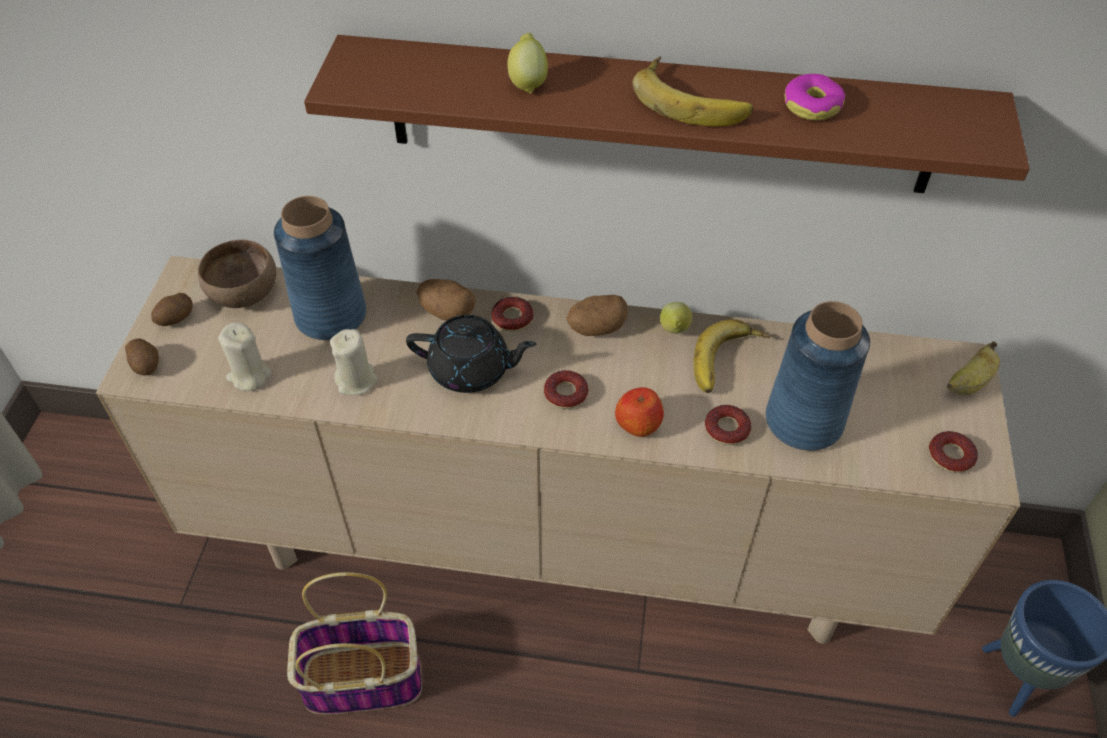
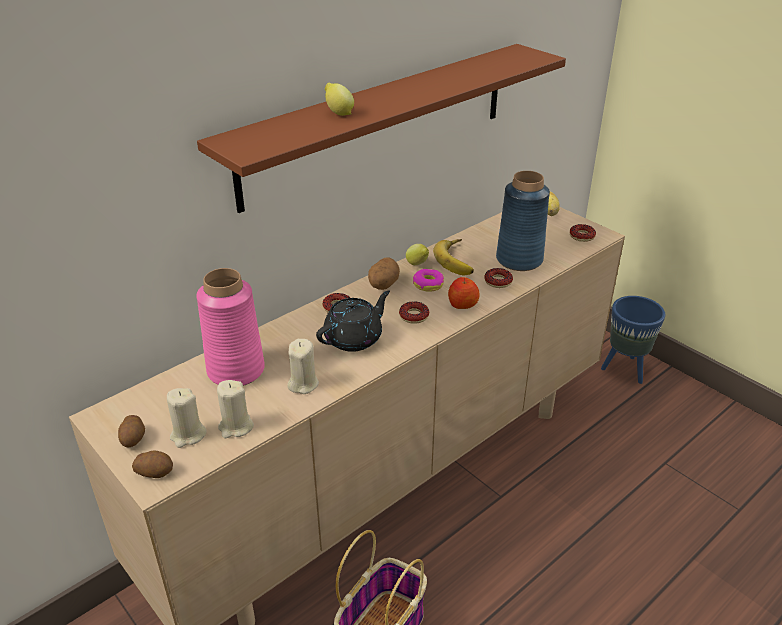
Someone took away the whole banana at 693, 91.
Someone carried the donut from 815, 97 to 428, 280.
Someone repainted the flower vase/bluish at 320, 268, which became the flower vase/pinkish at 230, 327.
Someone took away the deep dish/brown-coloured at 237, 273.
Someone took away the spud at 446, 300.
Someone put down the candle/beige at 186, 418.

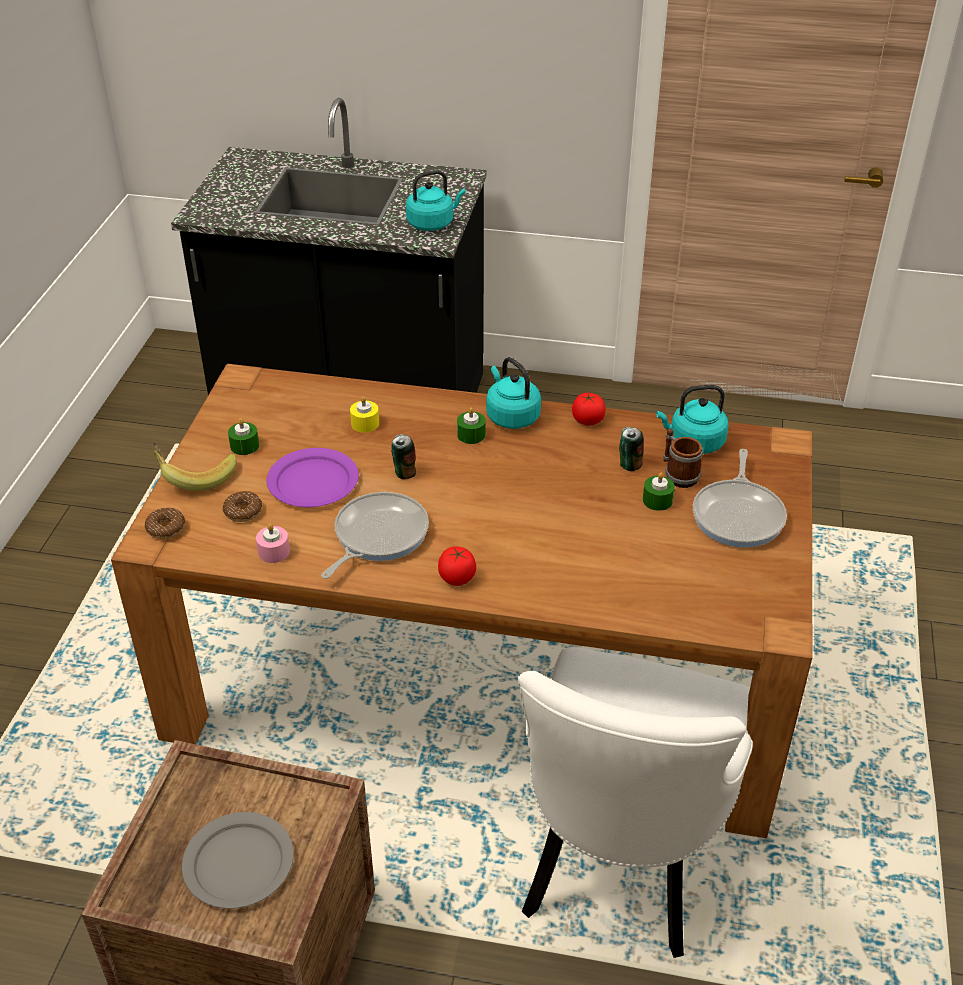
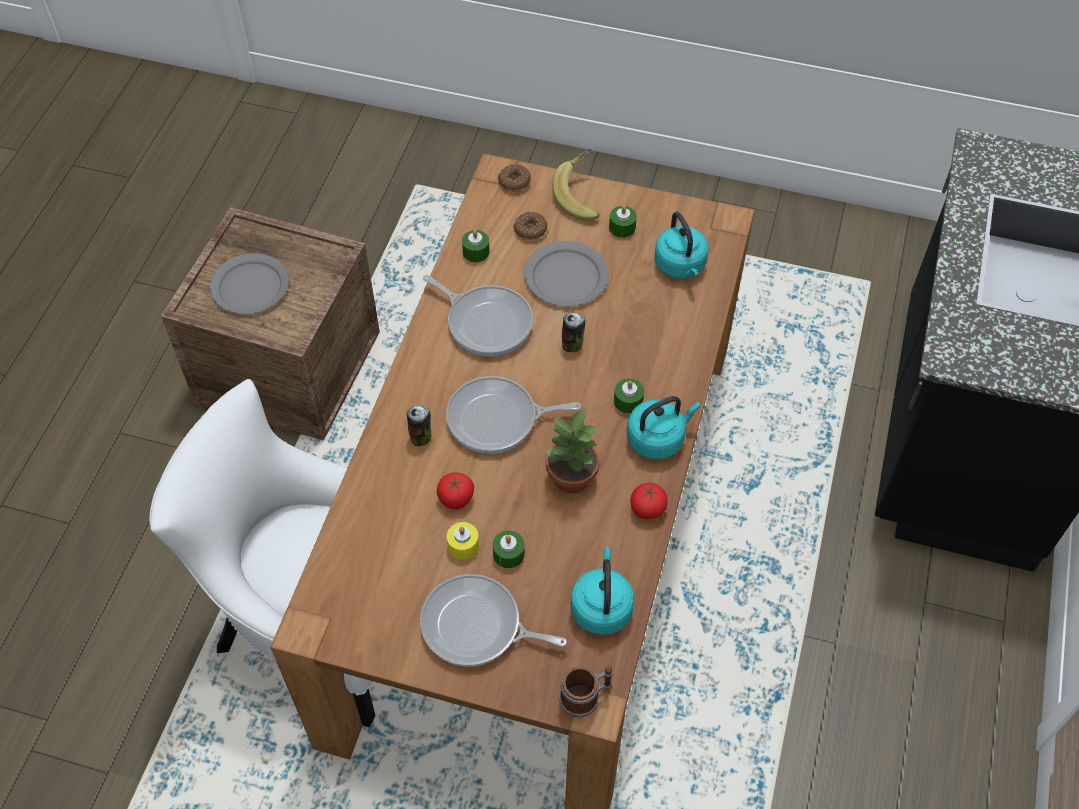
Someone carried the kettle/blue-green from 436, 200 to 681, 245.
Someone carried the candle/yellow from 364, 414 to 463, 541.
Someone carried the metal can from 631, 449 to 419, 426.
Someone carried the tea mug from 683, 458 to 586, 691.
Someone repainted the plate/purplish at 313, 477, which became the plate/greyish at 566, 273.
Someone repainted the candle/pinkish at 273, 543, which became the candle/greenish at 476, 246.
Someone carried the fresh tomato from 457, 566 to 455, 490.
Someone put down the skillet at 513, 415.
Someone put down the houseplant at 572, 451.

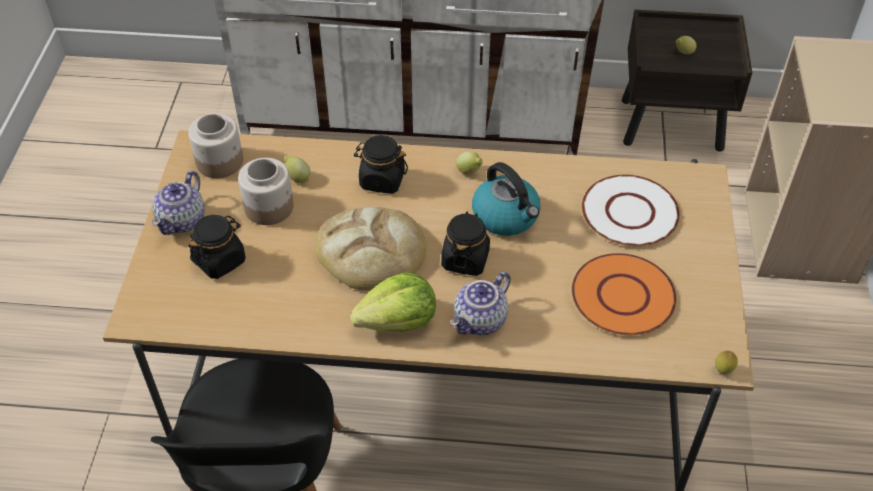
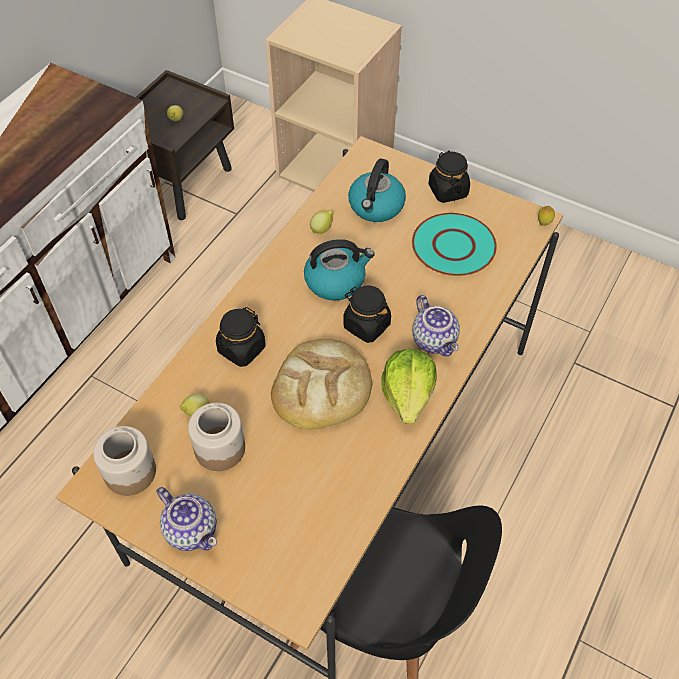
Someone carried the citrus fruit from 469, 162 to 322, 222.
Someone swapped the plate/white-coloured at 631, 210 for the kettle at 377, 190.
Someone carried the jar/black-coloured from 217, 247 to 449, 176.
Someone repainted the plate/orangey at 624, 294, which became the plate/blue-green at 454, 244.

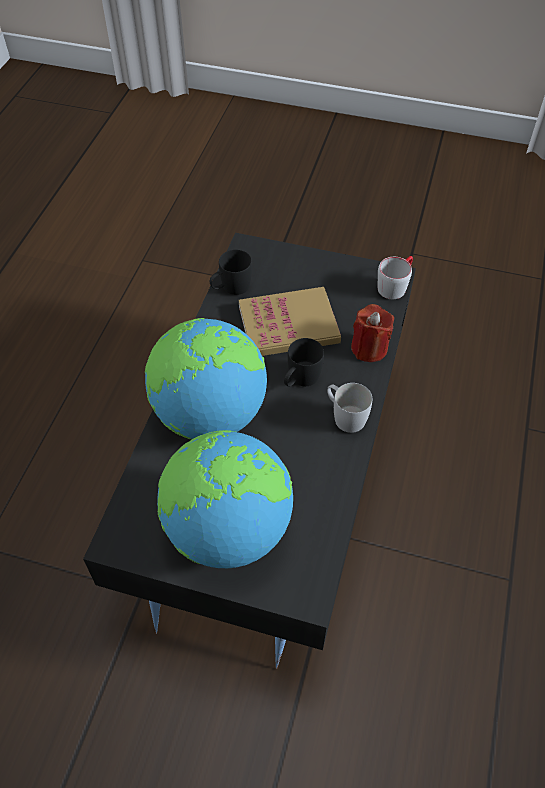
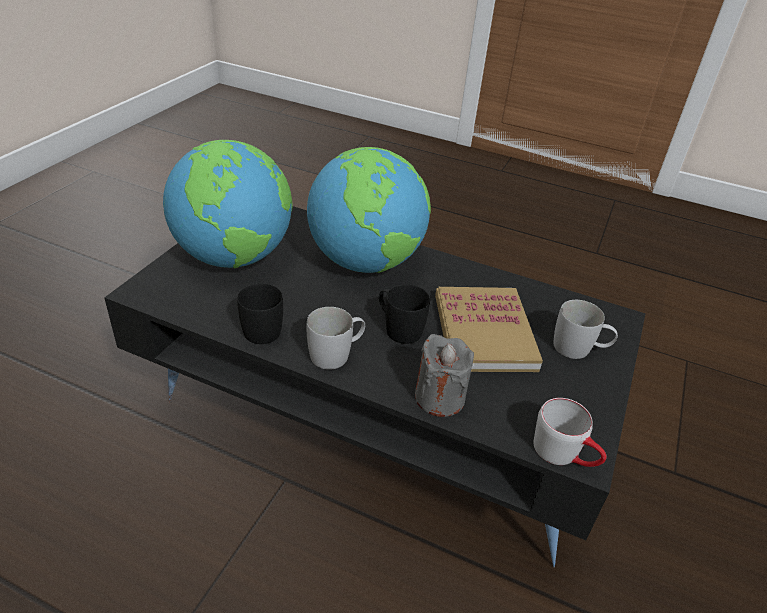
Someone carried the tea mug/black-coloured from 231, 272 to 260, 313.
Someone repainted the candle/reddish at 372, 333, which became the candle/greyish at 444, 375.
Someone put down the tea mug/white-coloured at 586, 329.

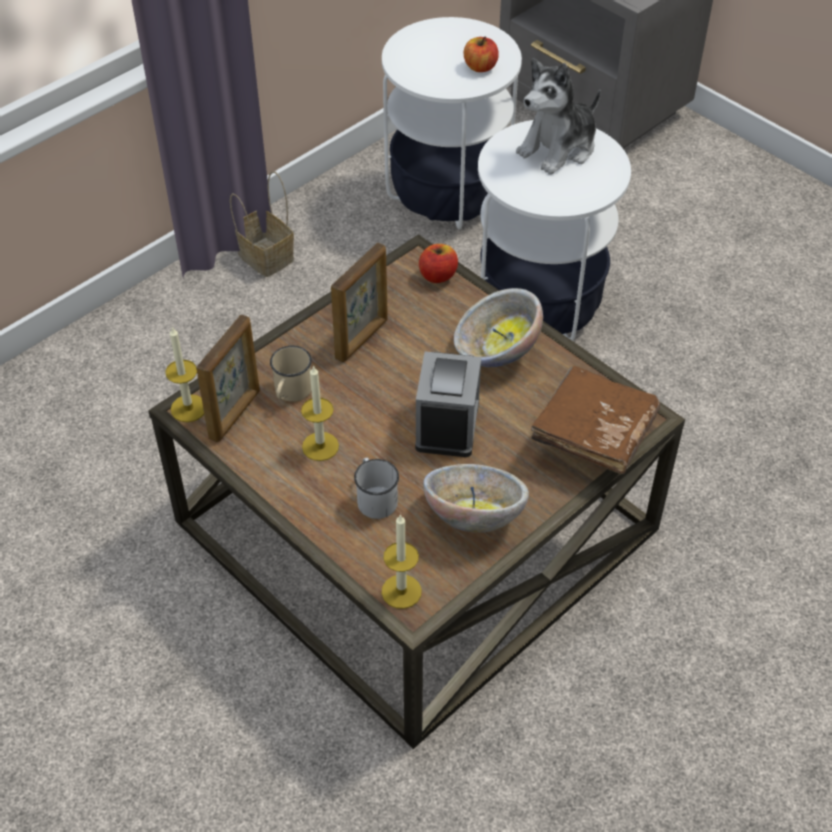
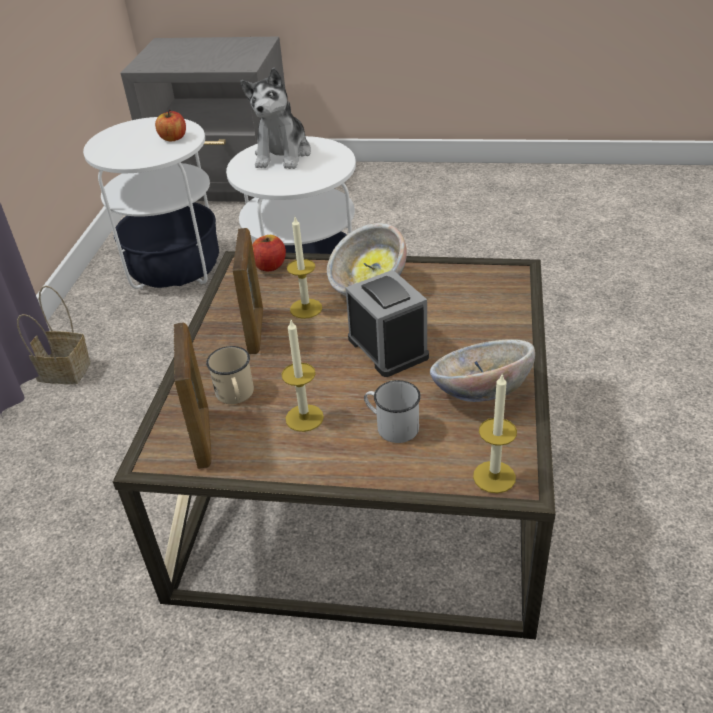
Someone carried the candle from 184, 374 to 304, 268.
Someone took away the bound book/brown-coloured at 595, 420.

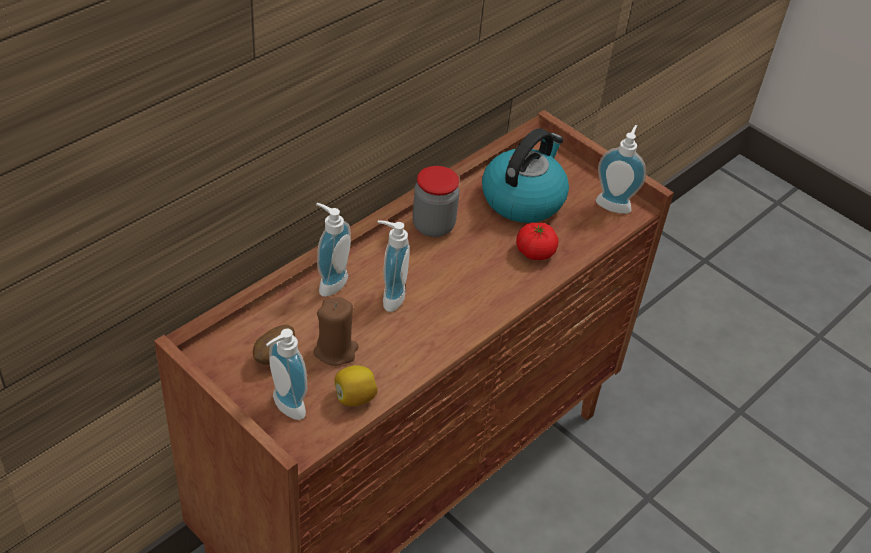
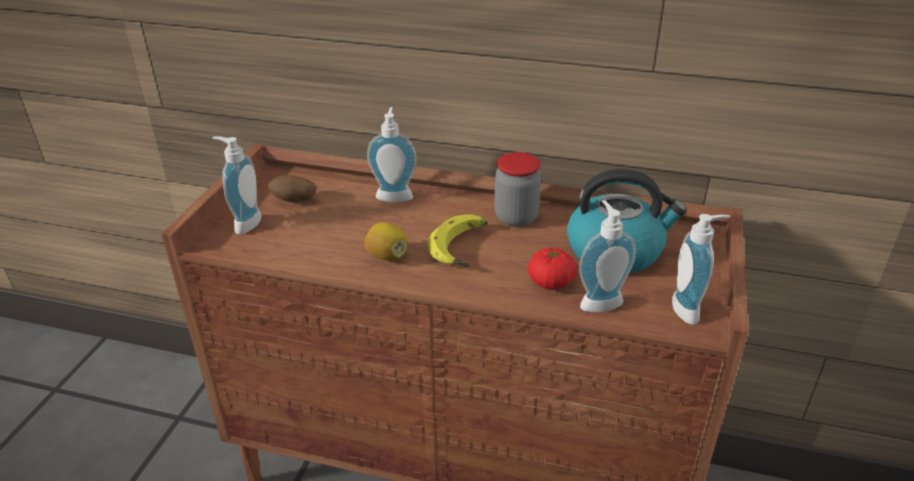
Someone carried the soap dispenser from 393, 266 to 607, 256.
Someone took away the candle/brown-coloured at 335, 331.
Someone carried the citrus fruit from 356, 385 to 386, 241.
Someone put down the whole banana at 457, 241.

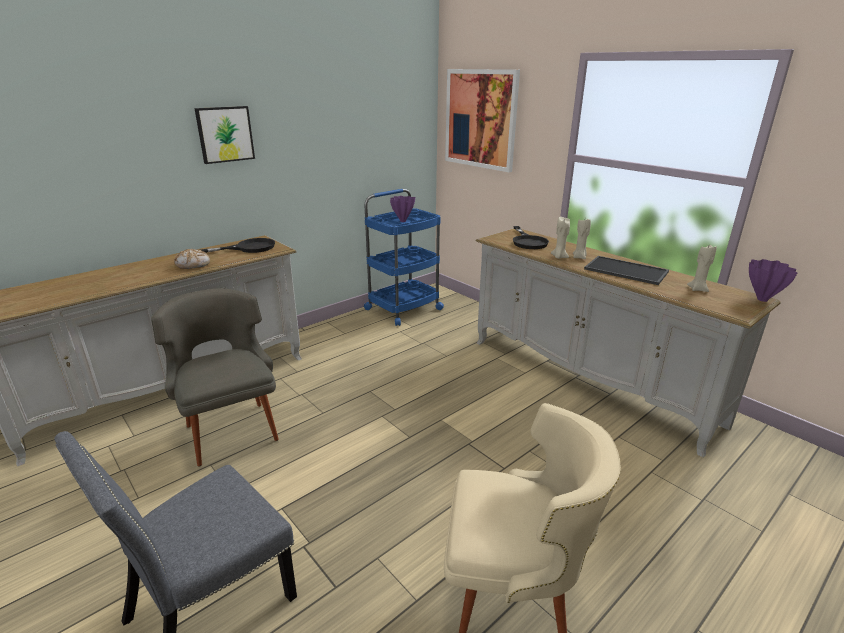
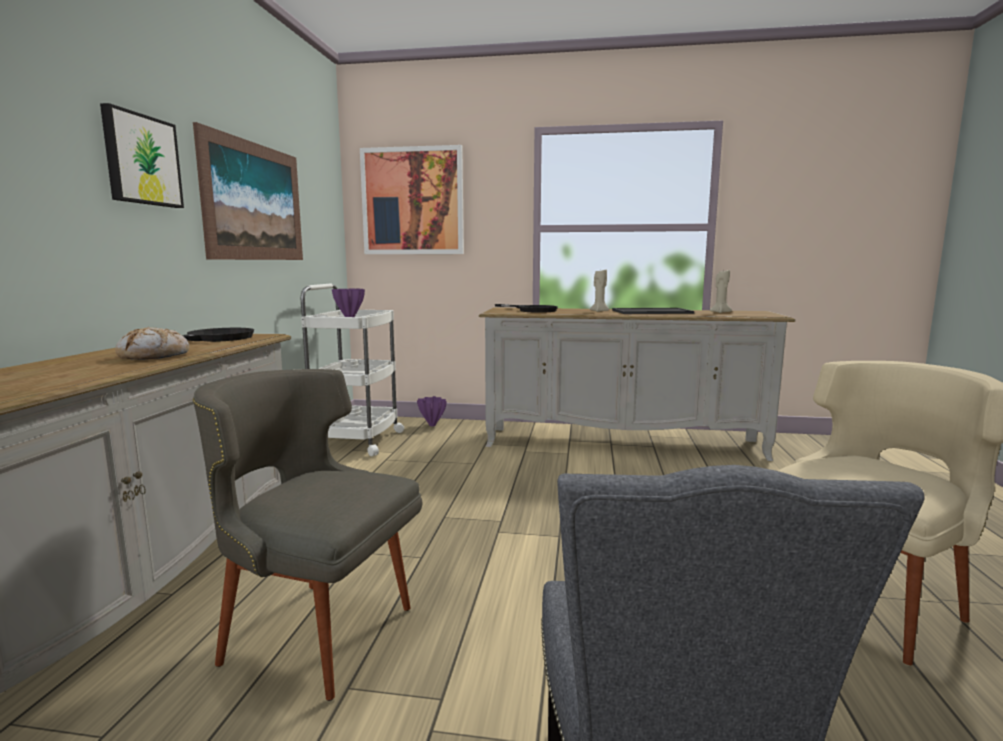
Someone repainted the wheeled cart/bluish at 404, 257, which became the wheeled cart/white-coloured at 352, 369.
Someone took away the candle/beige at 560, 238.
Someone carried the flower vase/purplish from 773, 280 to 432, 411.
Someone put up the wall picture at 248, 191.

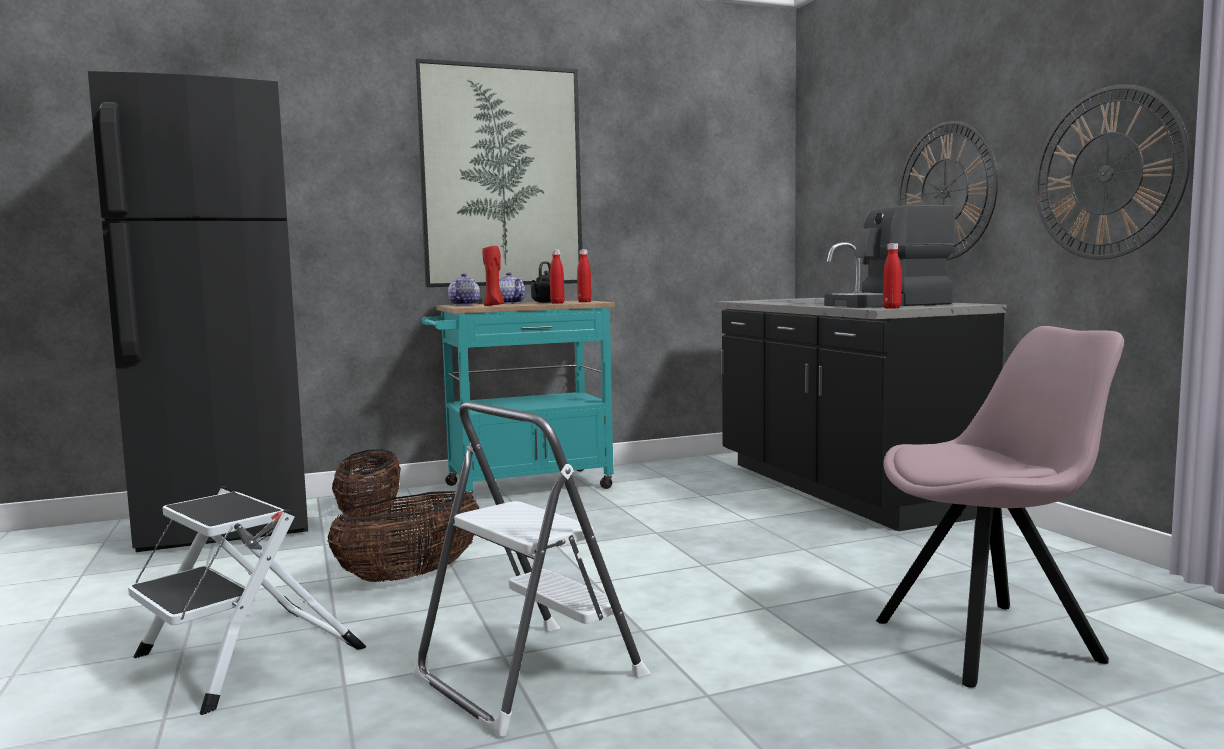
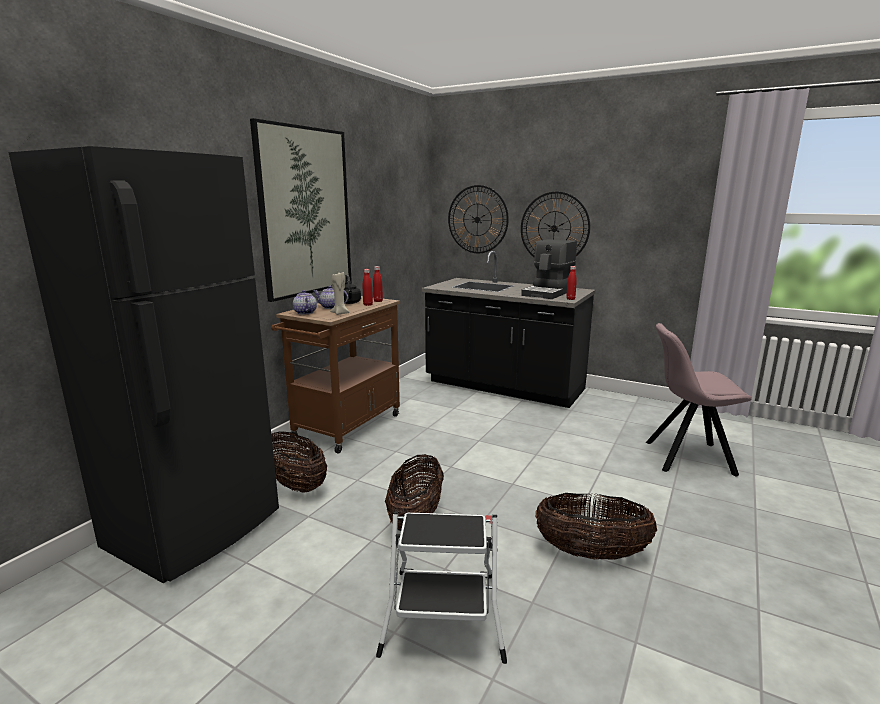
Someone carried the wall clock from 1112, 172 to 478, 219.
Someone repainted the candle/reddish at 493, 276, which became the candle/beige at 339, 293.
Someone repainted the wheeled cart/blue-green at 518, 399, which became the wheeled cart/brown-coloured at 335, 375.
Someone rotated the plain chair/pinkish at 1000, 507 by 120 degrees counterclockwise.
Someone swapped the step ladder/white-coloured at 531, 569 for the storage basket at 596, 526.

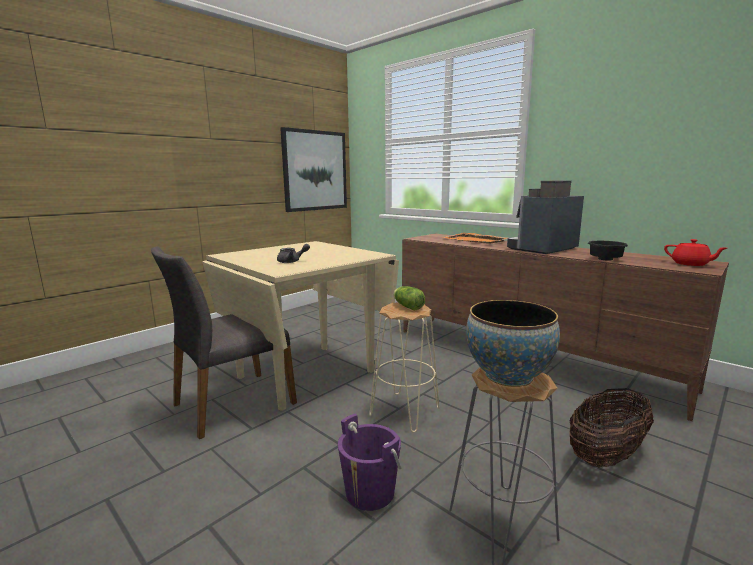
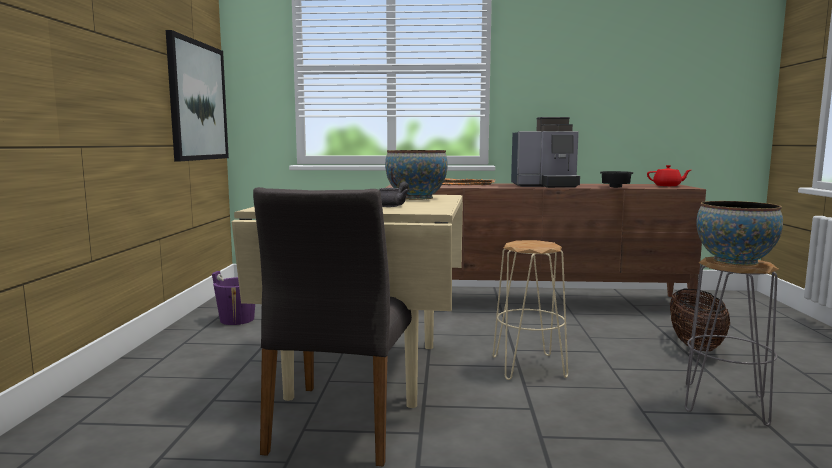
Someone rotated the coffee machine at 545, 217 by 105 degrees counterclockwise.
Someone took away the lettuce at 409, 298.
Someone carried the pail/purplish from 369, 462 to 233, 298.
Someone put down the deep dish at 416, 175.

